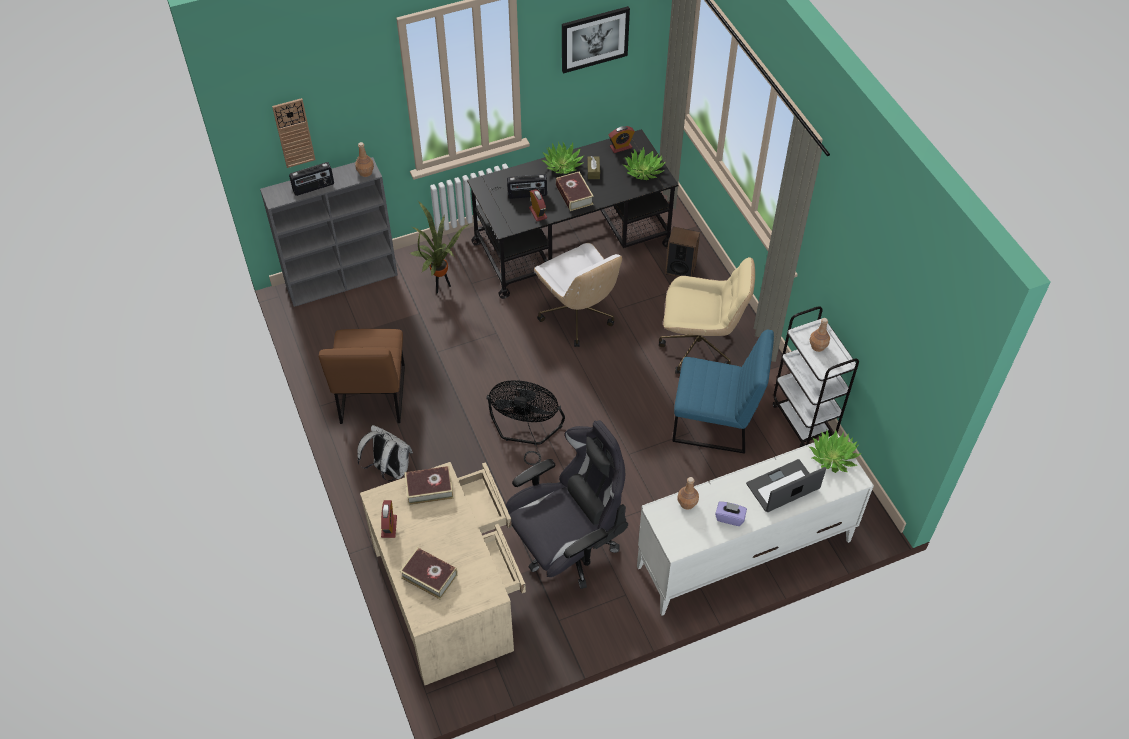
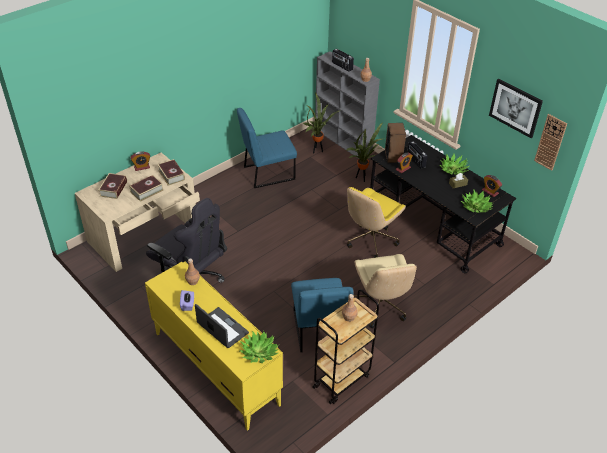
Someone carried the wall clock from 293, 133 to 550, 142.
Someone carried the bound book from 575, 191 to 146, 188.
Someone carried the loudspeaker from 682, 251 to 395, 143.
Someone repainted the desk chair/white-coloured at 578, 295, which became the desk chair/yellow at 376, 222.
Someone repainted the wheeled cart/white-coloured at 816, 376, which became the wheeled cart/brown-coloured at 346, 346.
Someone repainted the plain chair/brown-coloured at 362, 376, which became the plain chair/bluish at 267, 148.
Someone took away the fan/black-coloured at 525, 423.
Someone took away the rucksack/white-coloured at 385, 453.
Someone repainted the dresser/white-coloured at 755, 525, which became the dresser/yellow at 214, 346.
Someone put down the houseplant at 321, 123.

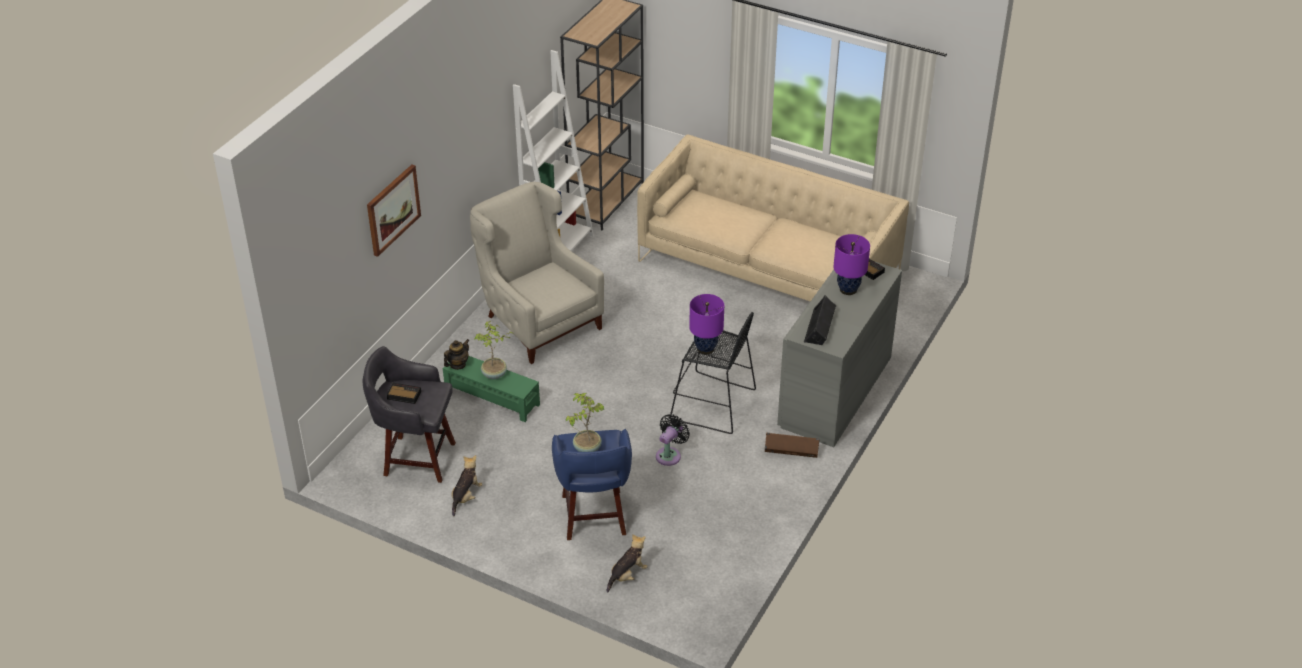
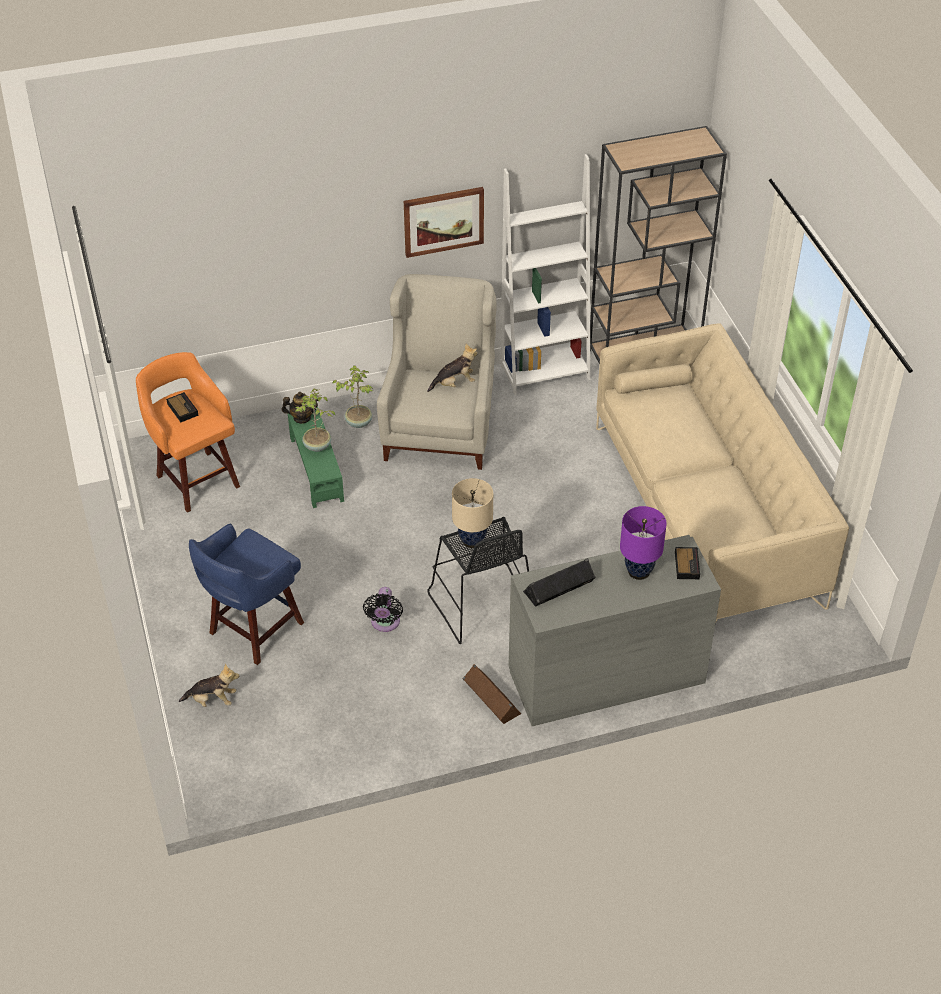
Someone carried the wall picture from 394, 210 to 444, 222.
Someone repainted the tabletop lamp/purplish at 706, 324, which became the tabletop lamp/beige at 472, 513.
Someone repainted the stool/greyish at 409, 414, which became the stool/orangey at 188, 432.
Someone carried the houseplant from 585, 422 to 352, 397.
Someone rotated the fan/black-coloured at 673, 440 by 105 degrees clockwise.
Someone carried the cuddly toy from 467, 485 to 452, 367.

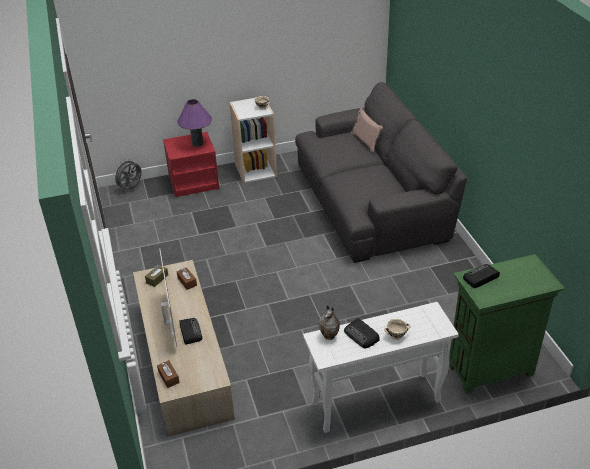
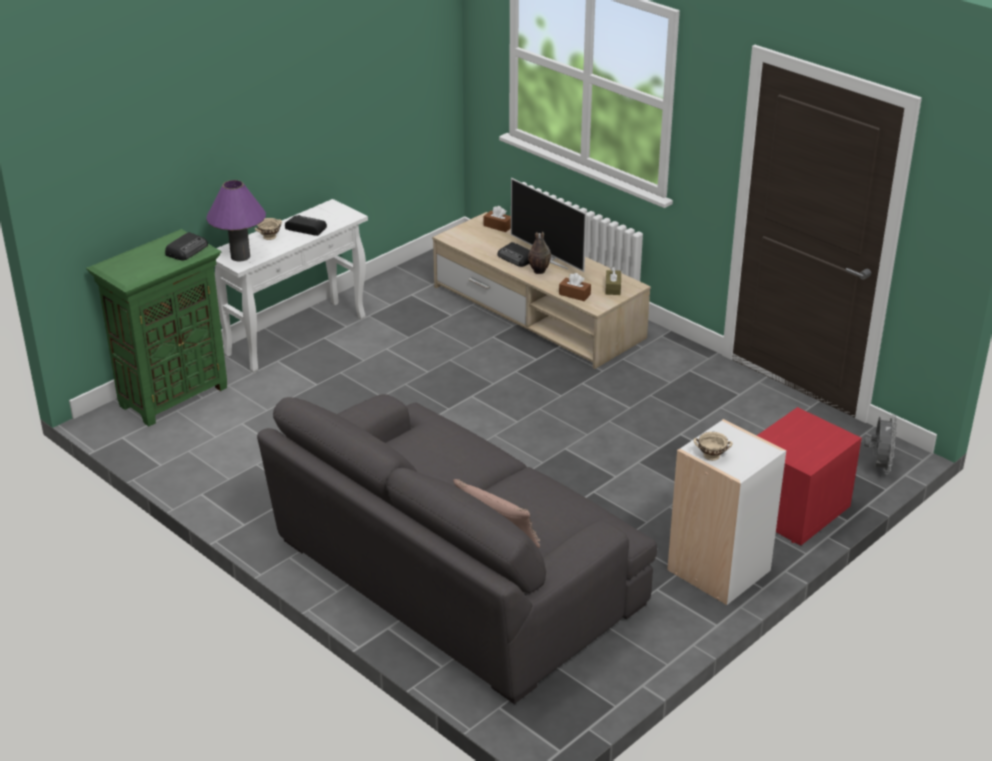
Someone carried the tabletop lamp/purplish from 194, 123 to 236, 221.
Someone carried the flower vase from 329, 322 to 539, 253.

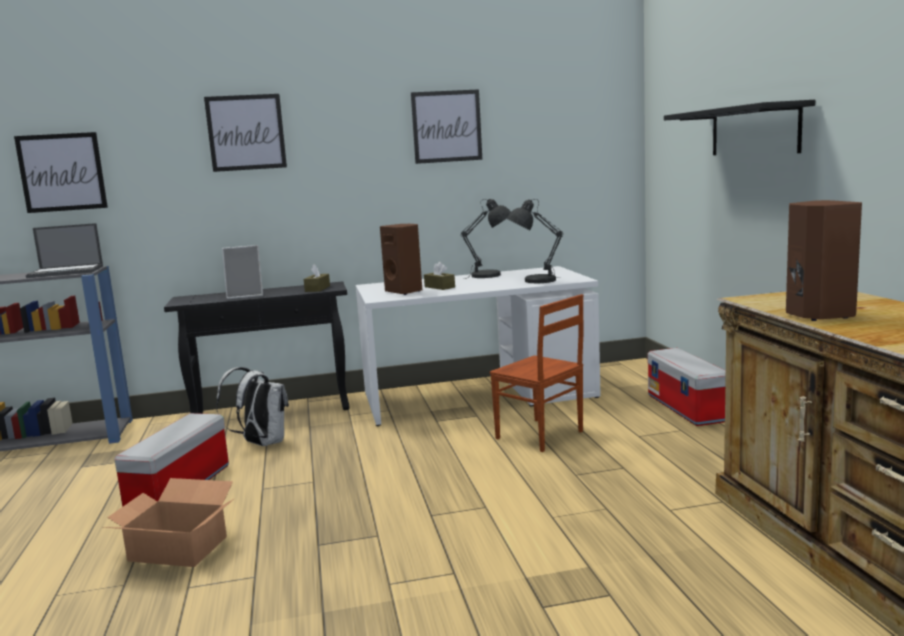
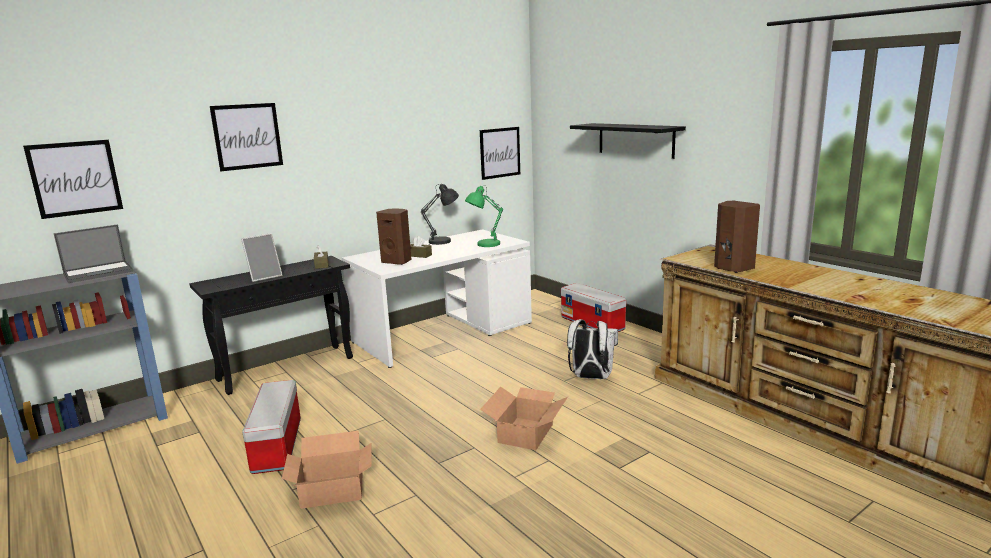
Someone carried the wall picture from 446, 126 to 500, 153.
Someone repainted the tabletop lamp/greyish at 535, 241, which became the tabletop lamp/greenish at 484, 216.
Someone took away the plain chair/brown-coloured at 536, 373.
Someone carried the rucksack/white-coloured from 252, 406 to 592, 349.
Someone put down the cardboard box at 524, 418.

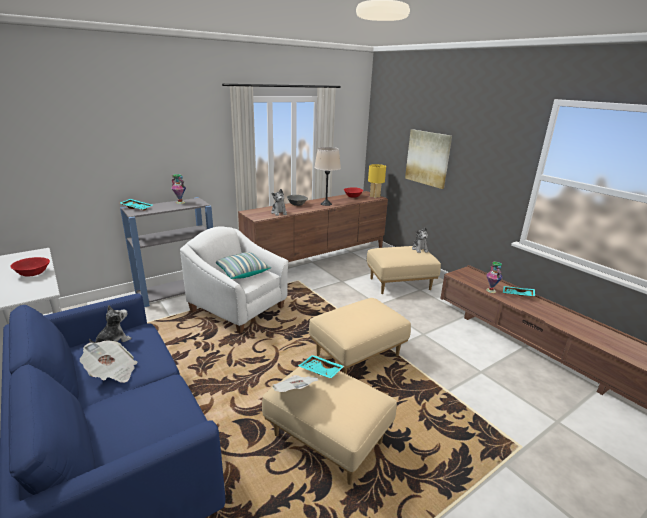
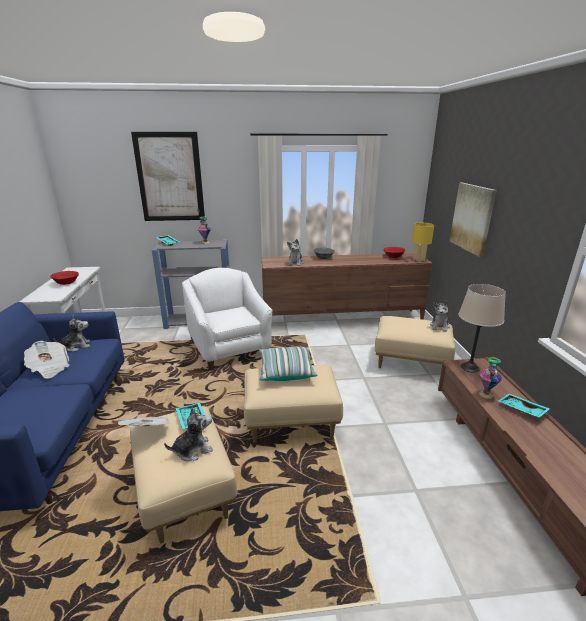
Someone carried the tabletop lamp/beige from 327, 176 to 482, 328.
Someone carried the throw pillow from 243, 265 to 288, 364.
Someone put up the wall picture at 168, 176.
Someone put down the cuddly toy at 188, 434.

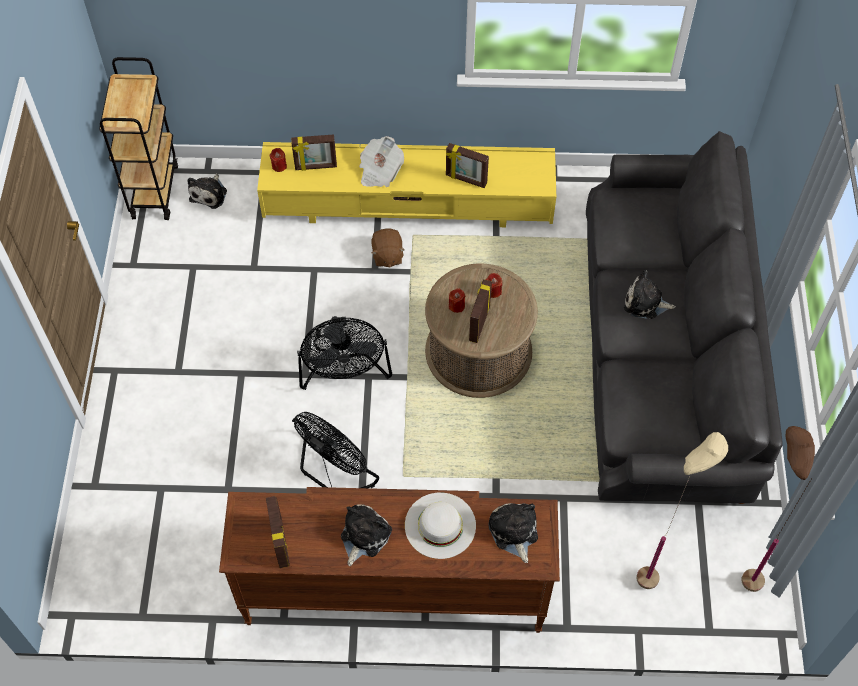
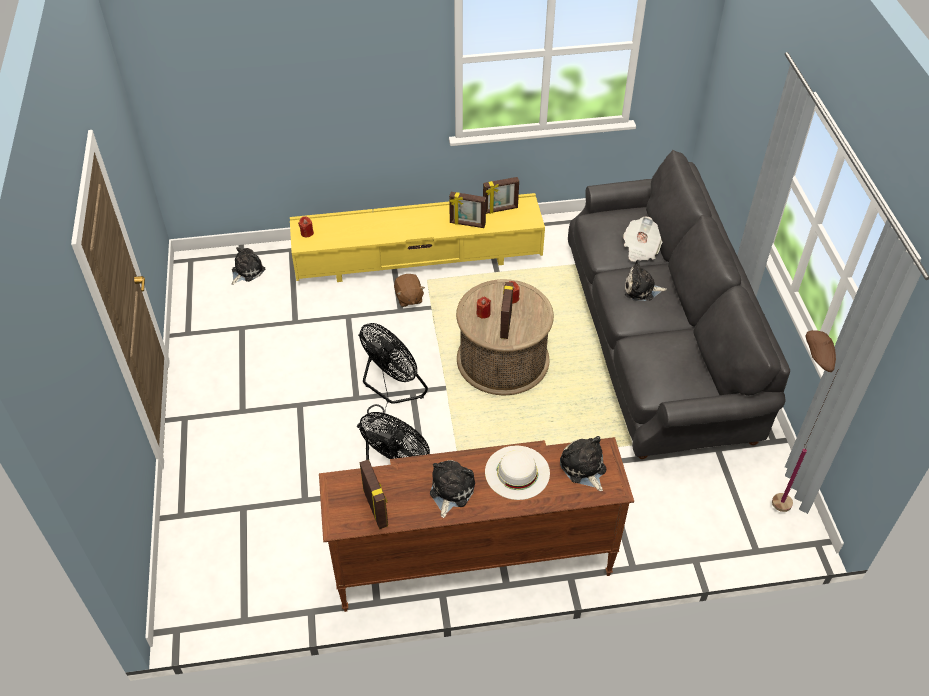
Someone took away the wheeled cart/brown-coloured at 138, 138.
Someone carried the photo frame from 314, 152 to 501, 195.
Someone carried the daily paper from 381, 161 to 642, 239.
Someone rotated the cuddly toy at 207, 191 by 150 degrees counterclockwise.
Someone rotated the fan/black-coloured at 344, 353 by 120 degrees counterclockwise.
Someone took away the standing lamp/beige at 682, 510.

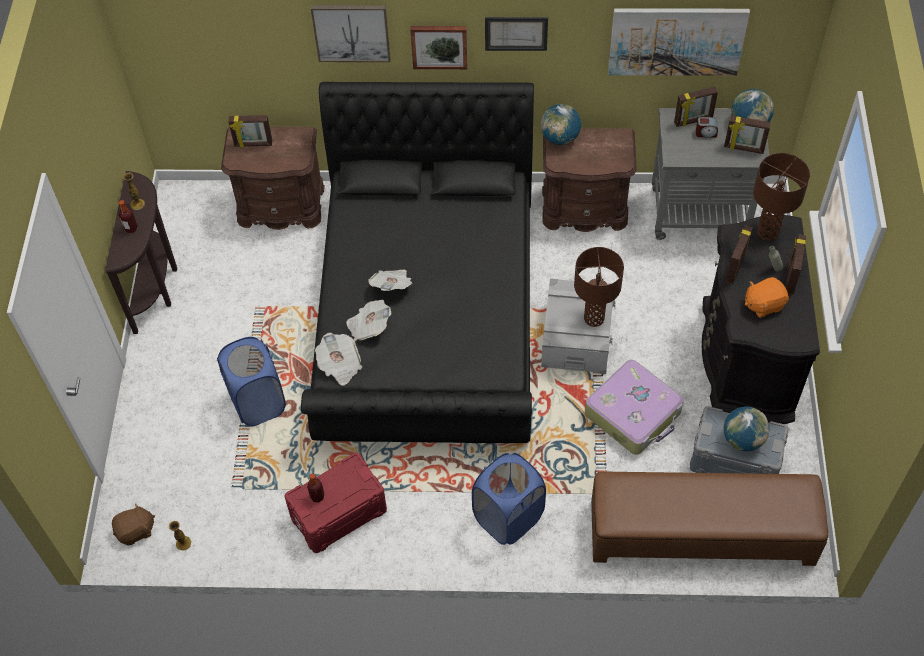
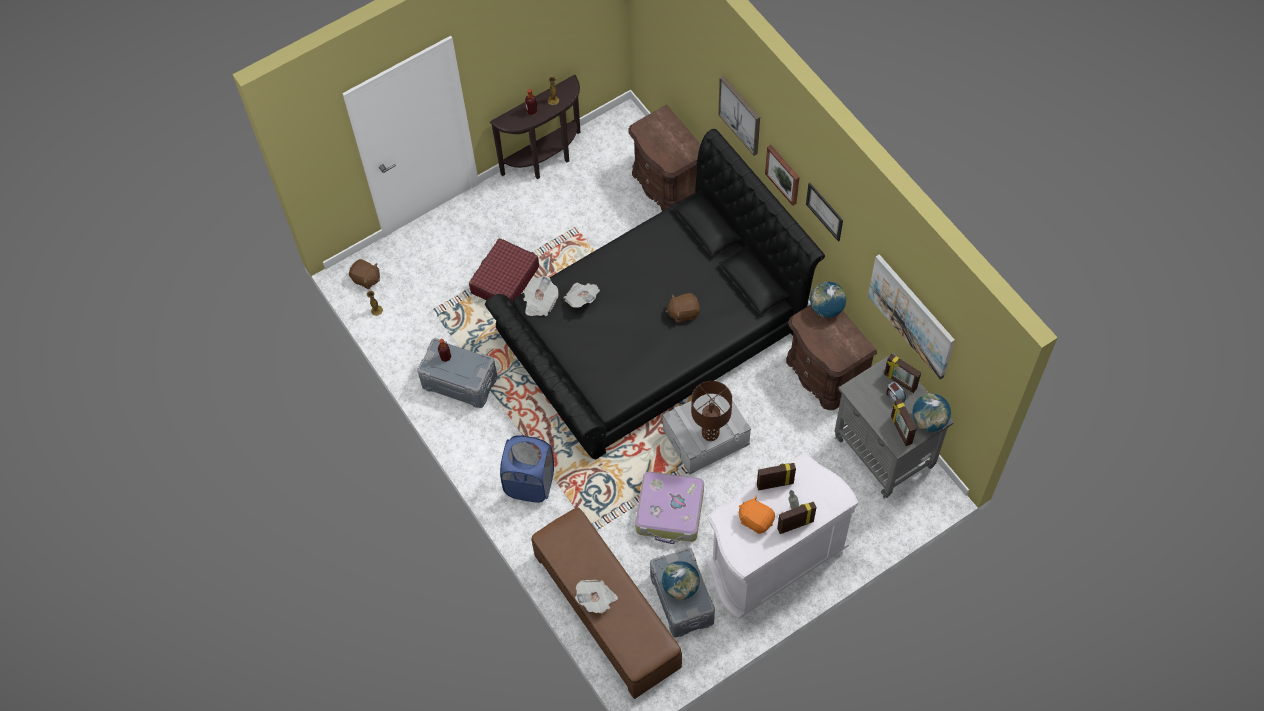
Someone took away the photo frame at 250, 131.
Someone took away the tabletop lamp/brown-coloured at 781, 197.
Someone repainted the dresser/black-coloured at 761, 319, which became the dresser/white-coloured at 782, 535.
Someone carried the daily paper from 390, 280 to 596, 596.
Someone swapped the washing basket/bluish at 251, 381 for the piece of luggage/reddish at 504, 270.
Someone repainted the storage box/reddish at 335, 503, which became the storage box/greyish at 457, 373.
Someone put down the cuddly toy/brown-coloured at 683, 308.

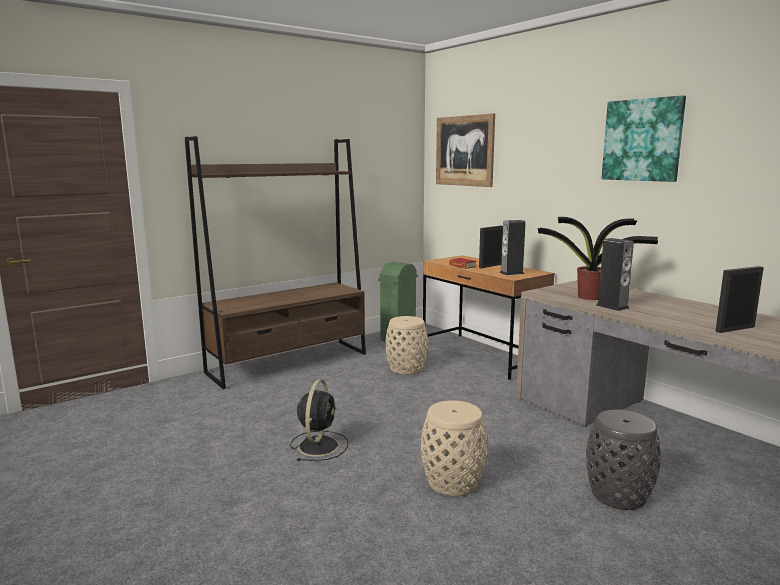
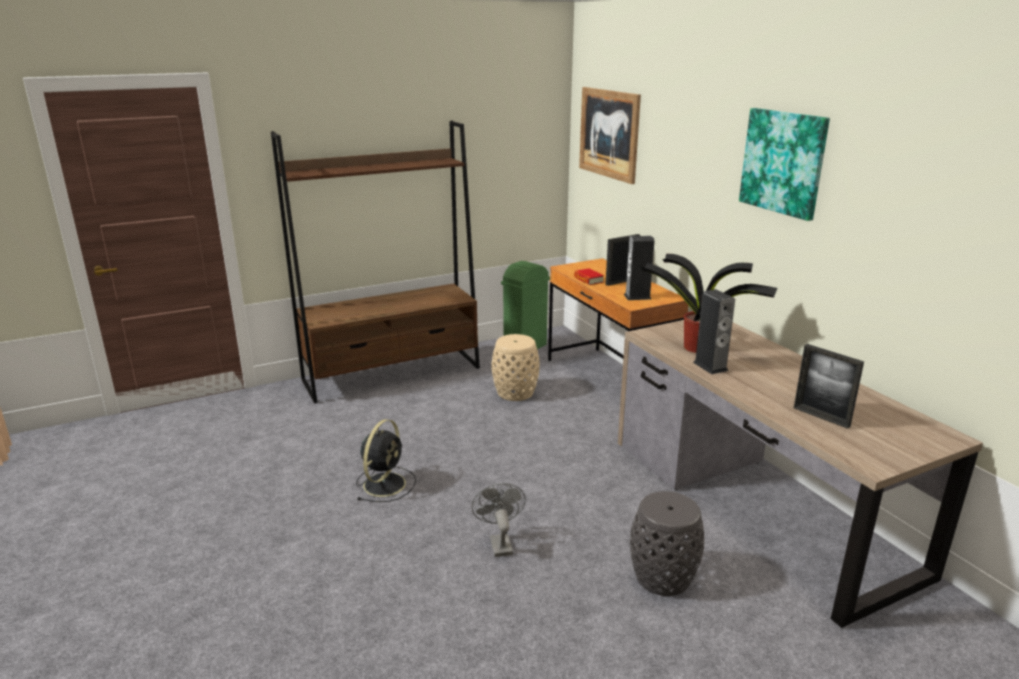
Someone rotated the photo frame at 739, 299 by 120 degrees counterclockwise.
Someone swapped the stool/beige at 454, 448 for the fan/greyish at 499, 520.

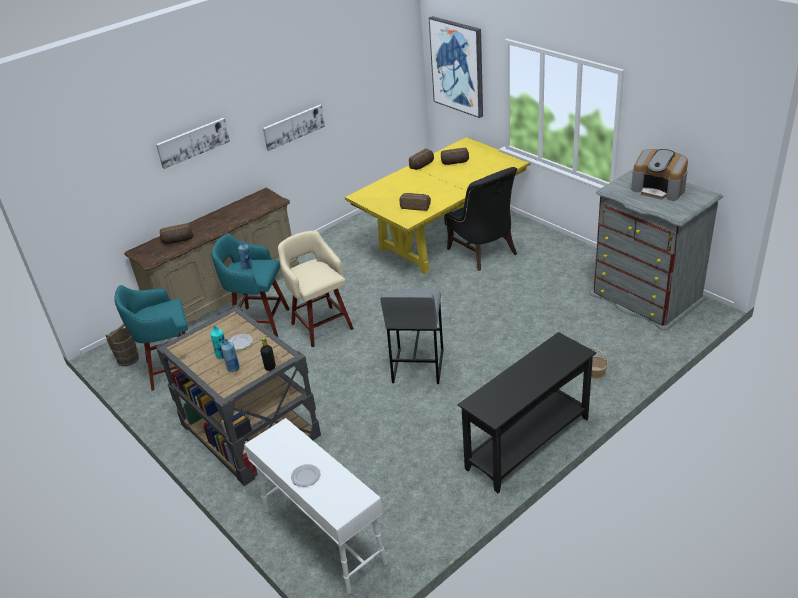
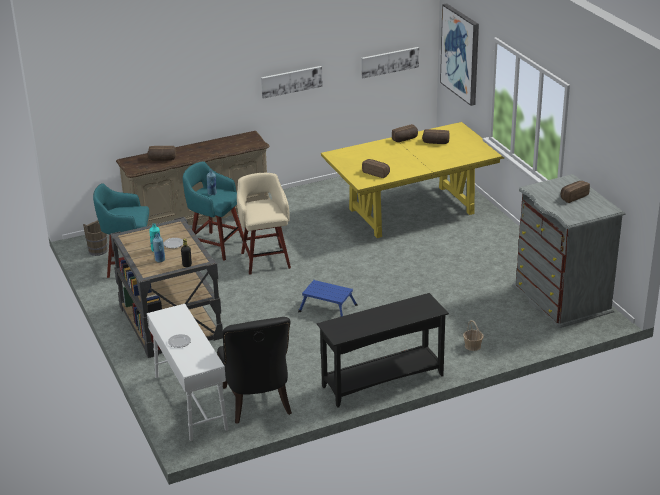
Someone carried the wall picture from 193, 143 to 390, 62.
Someone swapped the coffee machine at 659, 175 for the bread at 575, 192.
Someone carried the plain chair/black-coloured from 480, 219 to 254, 370.
Someone swapped the stool/greyish at 411, 336 for the step ladder/bluish at 328, 298.

